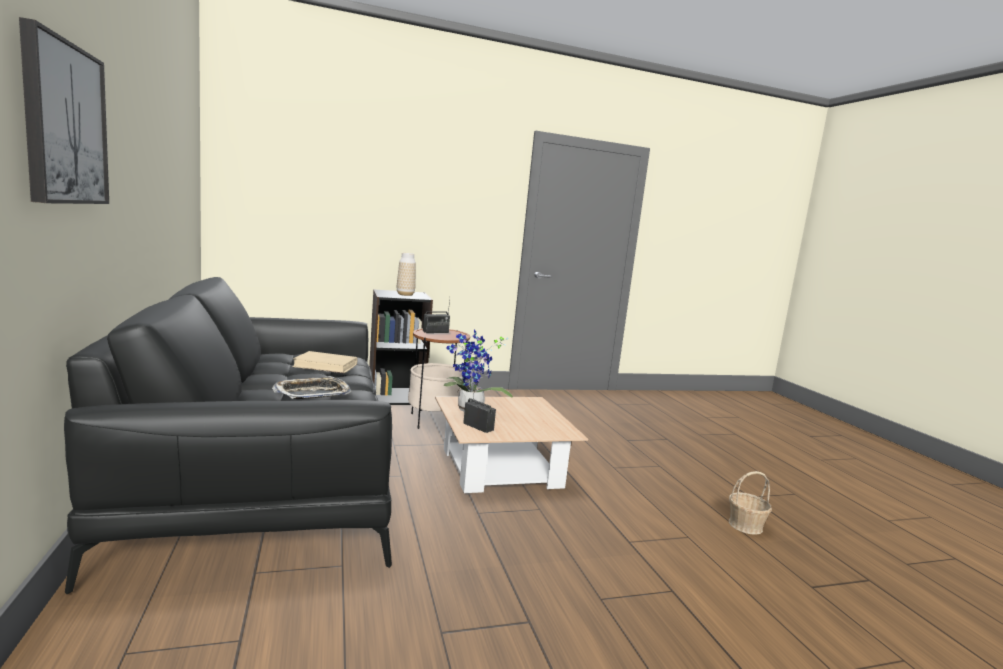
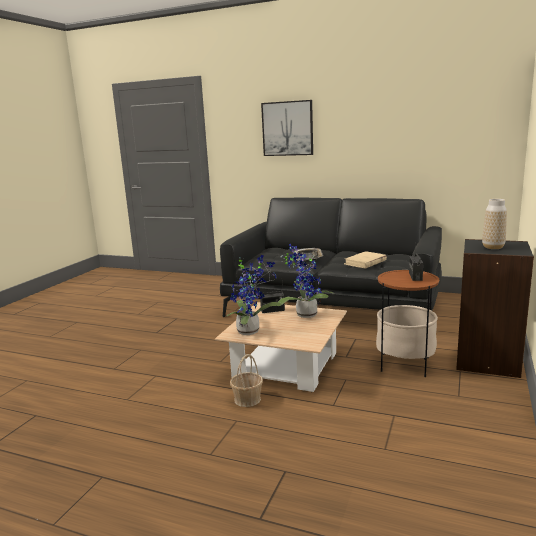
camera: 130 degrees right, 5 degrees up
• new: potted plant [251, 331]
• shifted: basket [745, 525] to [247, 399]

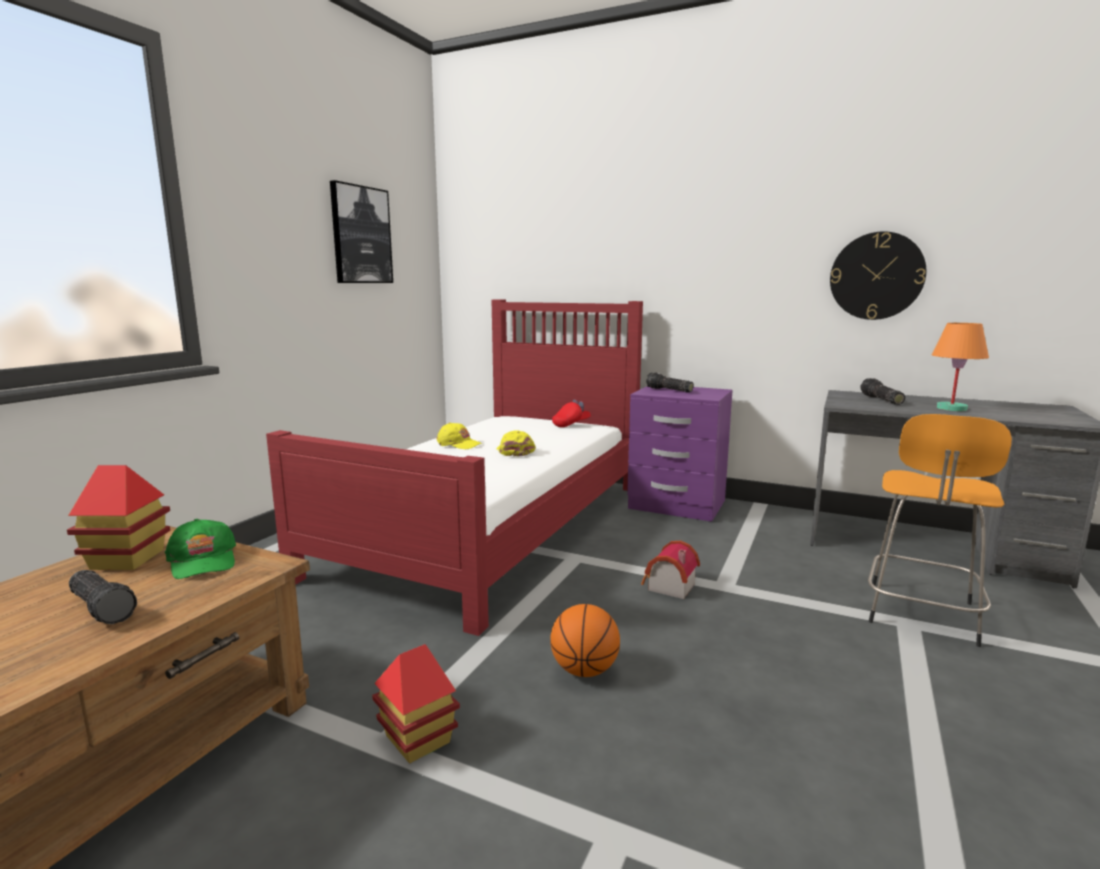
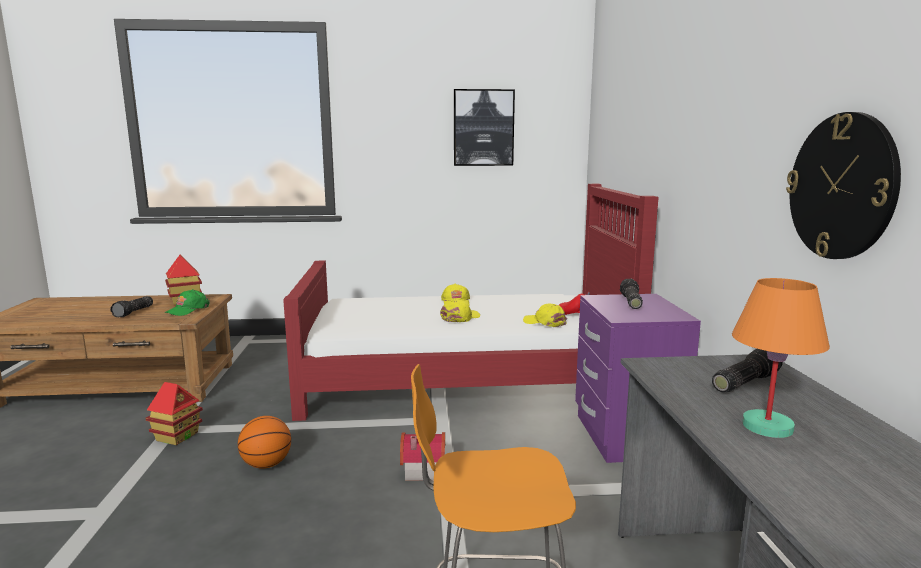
camera: 60 degrees right, 0 degrees up
• new: cap/yellowish [545, 322]

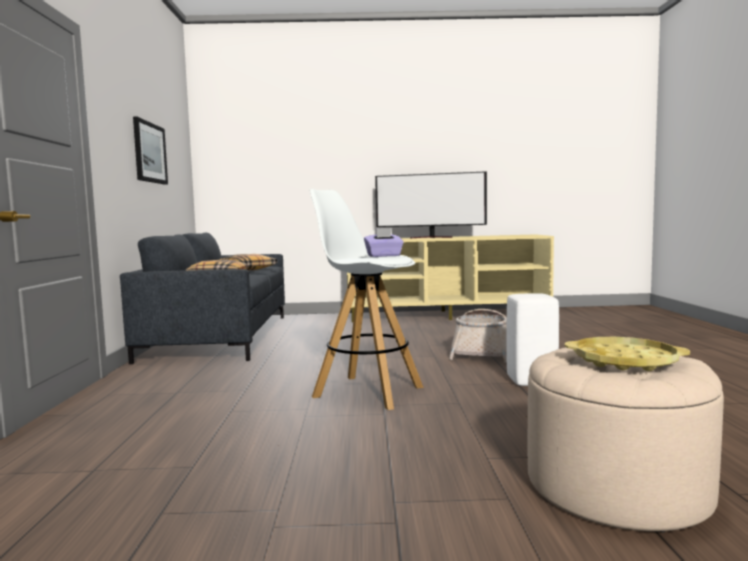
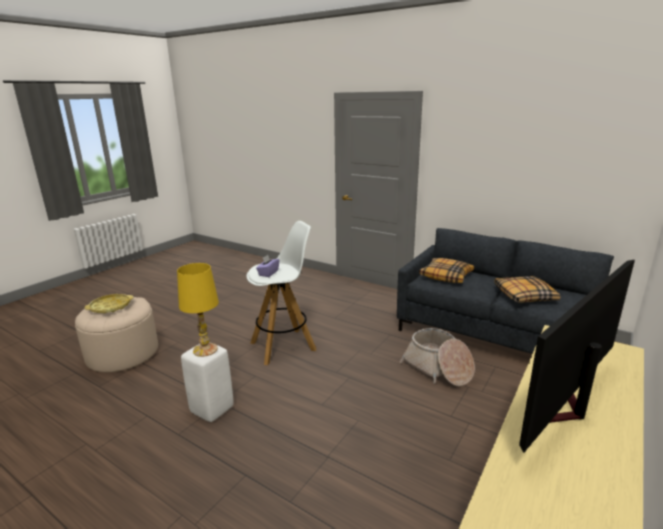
camera: 125 degrees right, 15 degrees up
• gone: picture [149, 152]
• new: table lamp/yellowish [205, 349]
• shifted: basket [482, 352] to [438, 368]

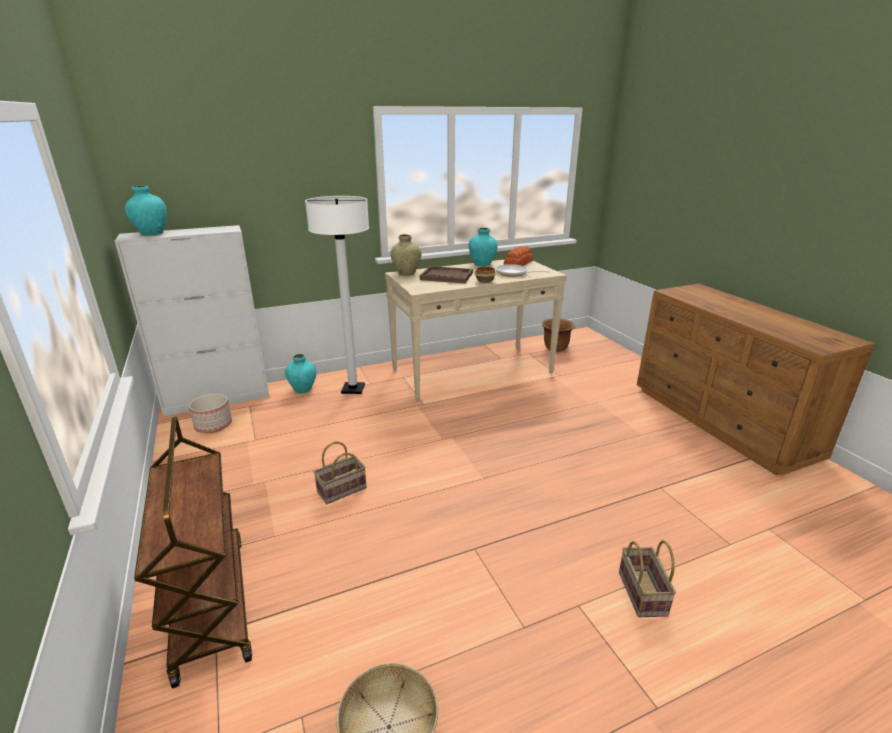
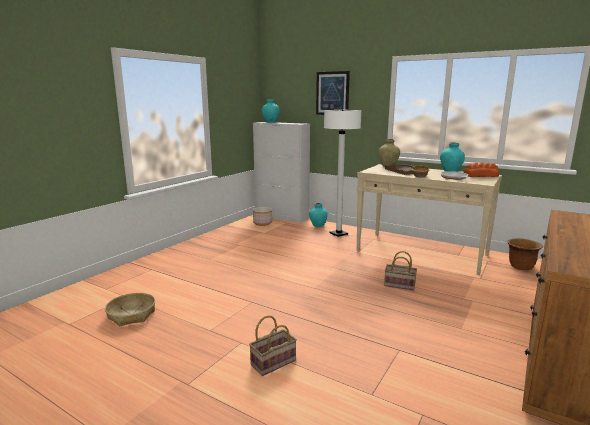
camera: 55 degrees right, 10 degrees down
• gone: wheeled cart/brownish [210, 604]
• new: picture [332, 93]
• shifted: basket [341, 491] to [398, 285]

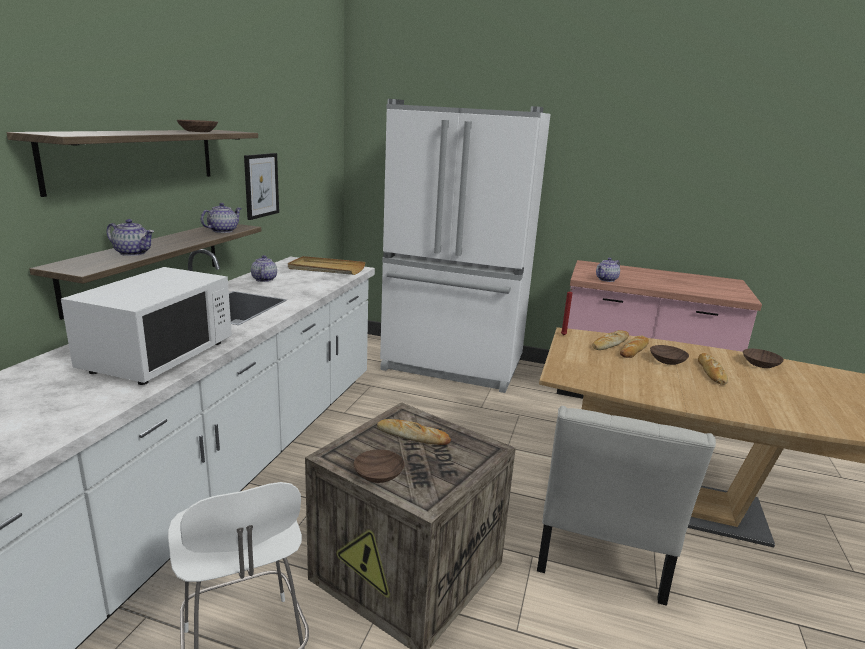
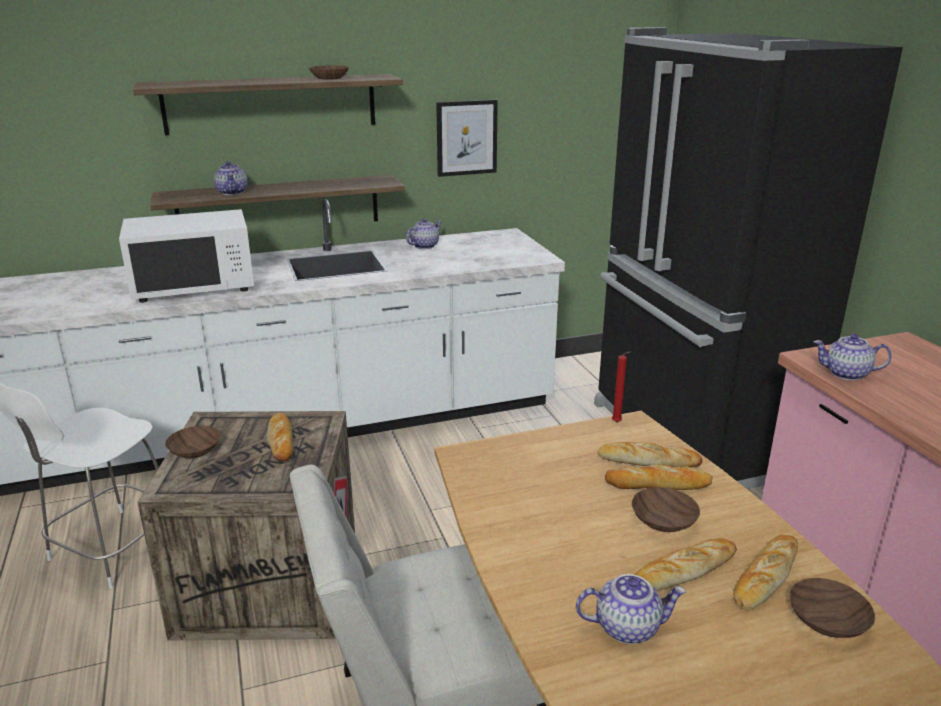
camera: 55 degrees right, 5 degrees up
• gone: serving tray/beige-coloured [326, 268]
• new: bread [765, 576]
• shifted: pot for tea [223, 231] to [627, 627]
• repainted: kitchen fridge/white-coloured [452, 366] to kitchen fridge/black [689, 439]

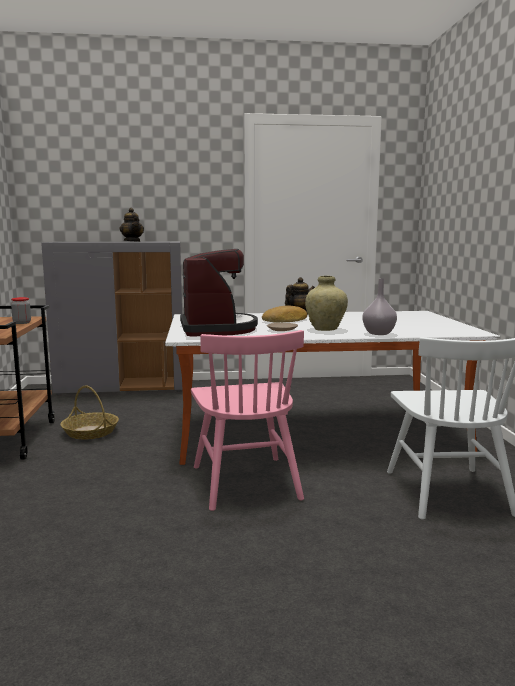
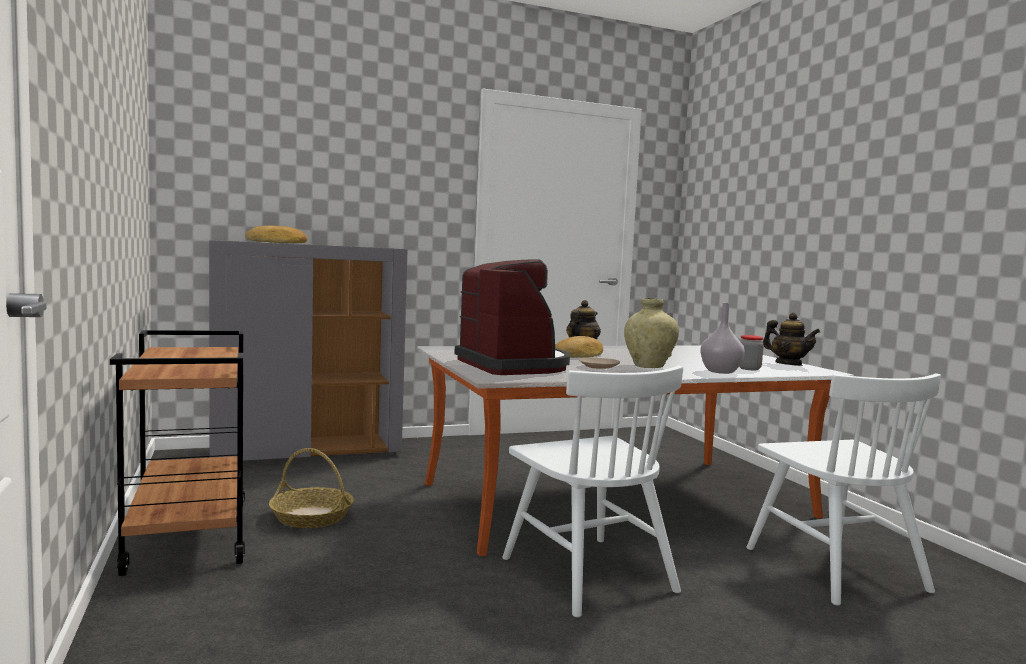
camera: 15 degrees left, 5 degrees down
• new: bread [277, 242]
• shifted: storage jar [22, 323] to [749, 369]
• shifted: pot for tea [132, 241] to [788, 364]
• repainted: upright chair/pink-coloured [245, 482] to upright chair/white-coloured [587, 574]

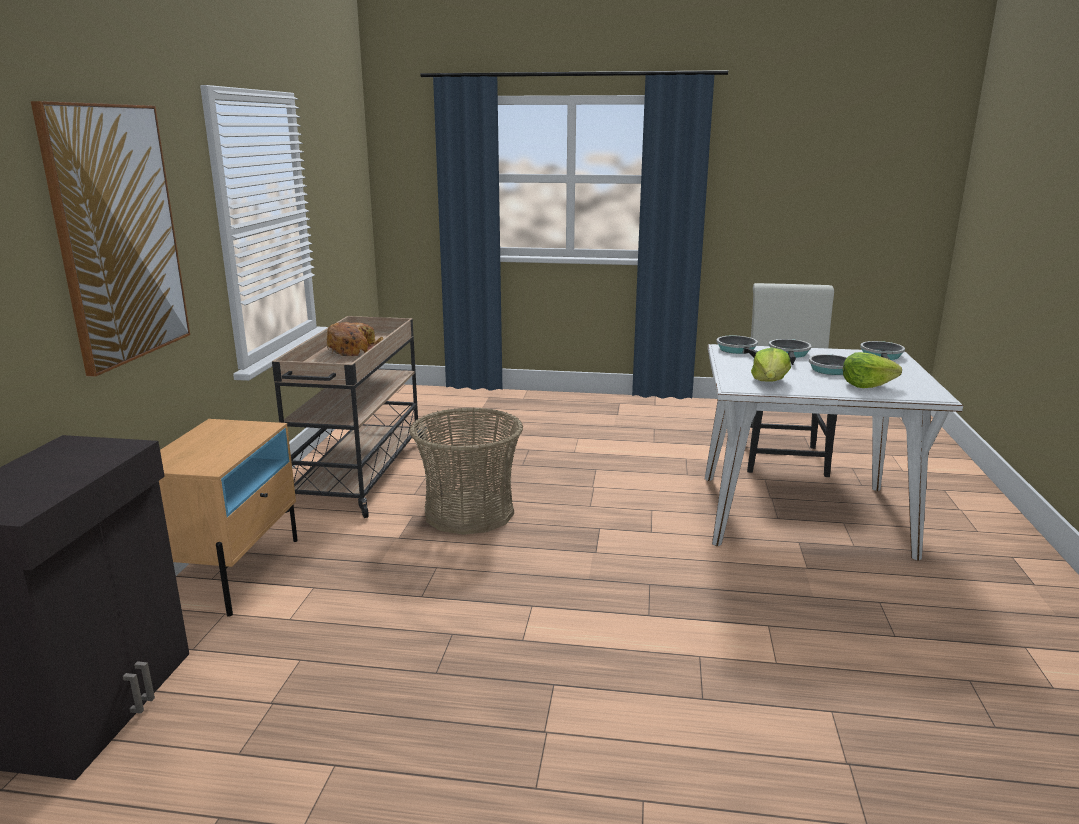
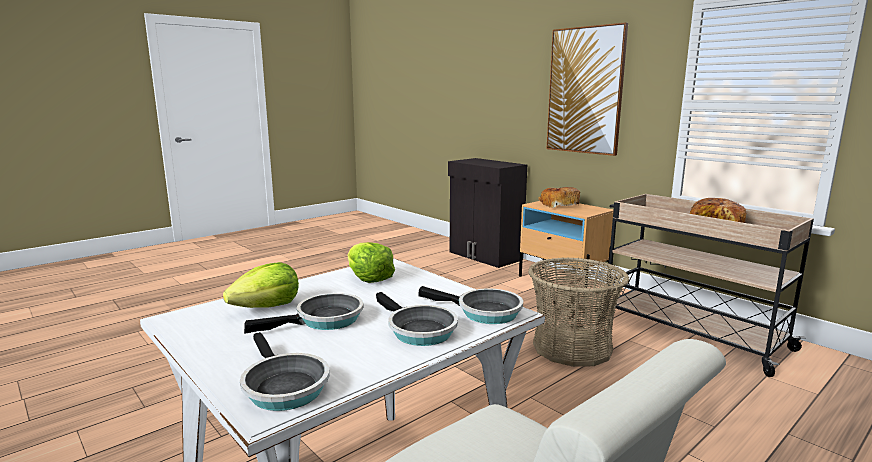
camera: 130 degrees right, 5 degrees down
• new: bread [558, 205]

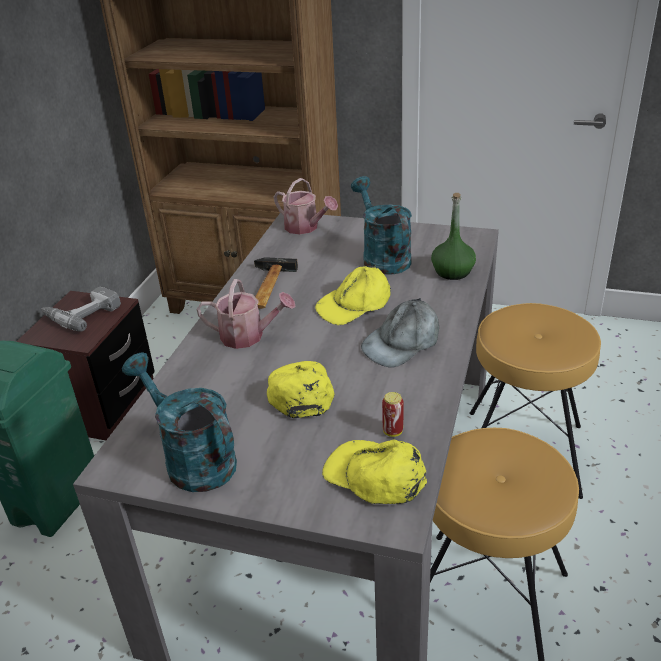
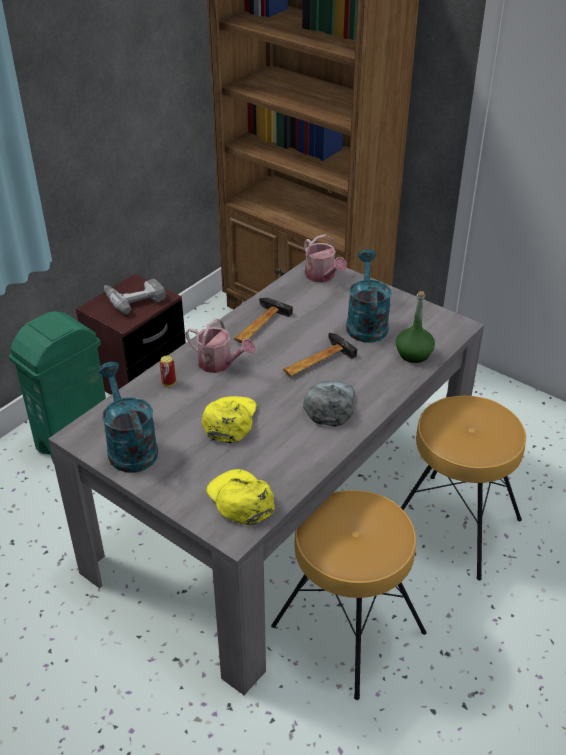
camera: 20 degrees right, 5 degrees up
• shifted: metal can [393, 431] to [168, 383]
• swapped: cap/yellowish [354, 304] to hand hammer [315, 360]
• rotated: cap/greyish [402, 342] = [329, 404] 120 degrees clockwise

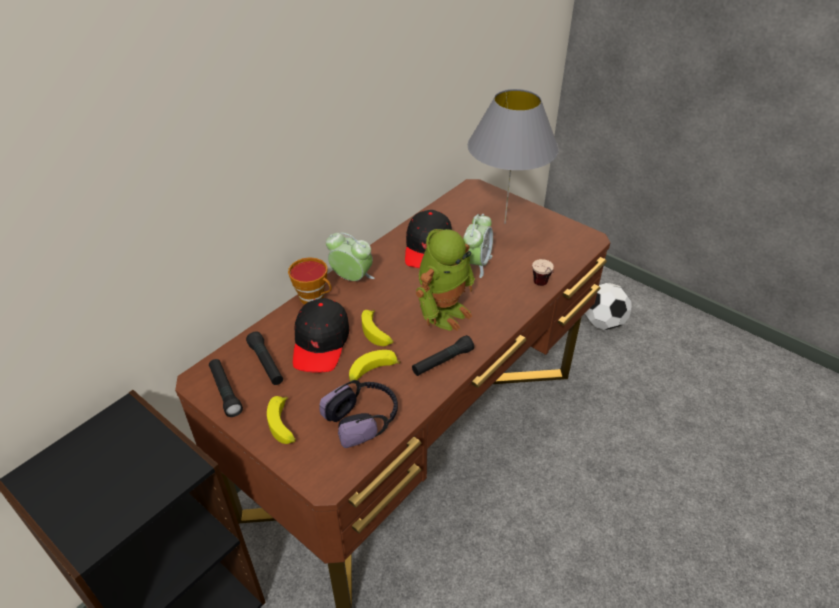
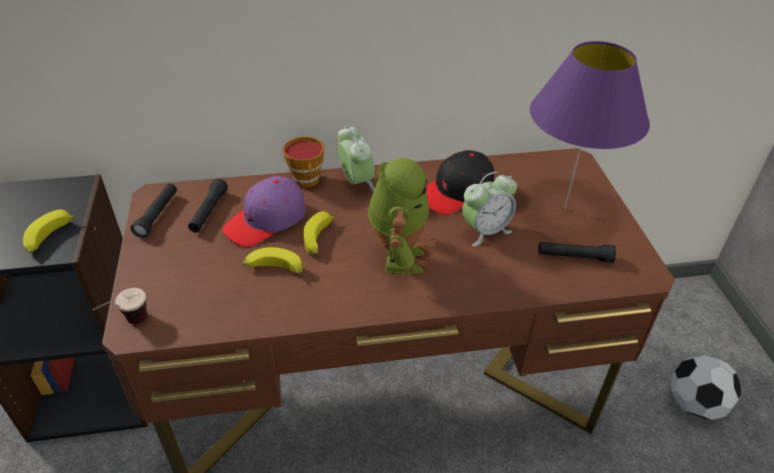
camera: 40 degrees right, 0 degrees up
• gone: headphones [363, 419]
• shifted: whole banana [284, 425] to [49, 238]
• shifted: flashlight/black [442, 361] to [574, 257]
• shifted: drinking cup [542, 287] to [128, 325]
• repainted: cap/black [321, 343] to cap/purple [266, 220]
• repainted: table lamp/greyish [505, 224] to table lamp/purple [564, 209]
• rotated: model robot [444, 312] = [398, 256] 75 degrees counterclockwise

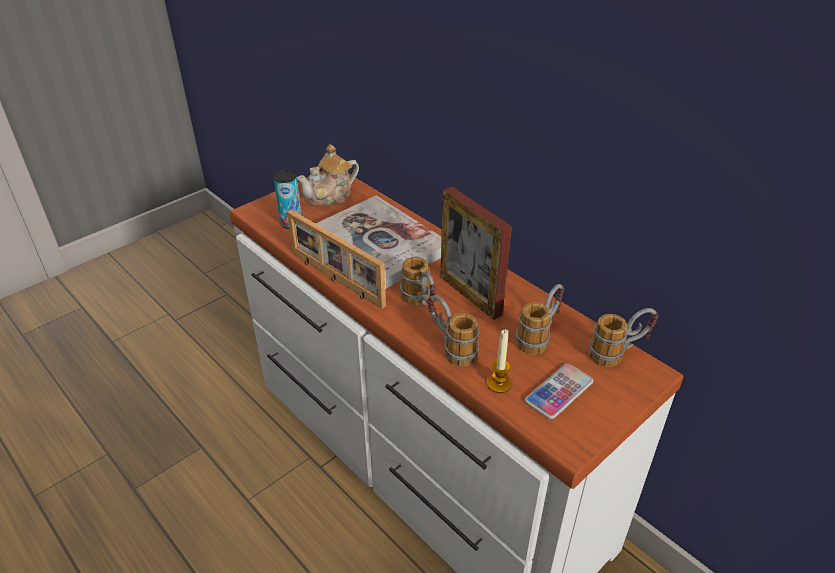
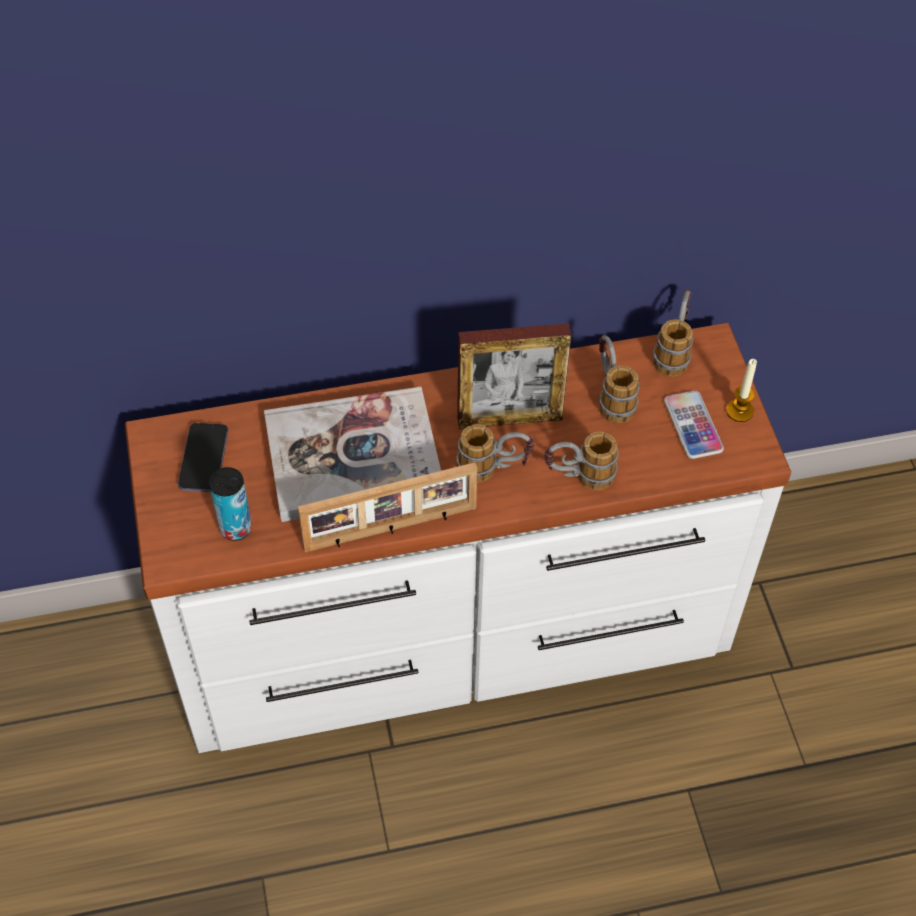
camera: 60 degrees left, 15 degrees up
• shifted: wax candle [499, 384] to [739, 411]
• swapped: pot for tea [330, 196] to telephone [204, 459]

